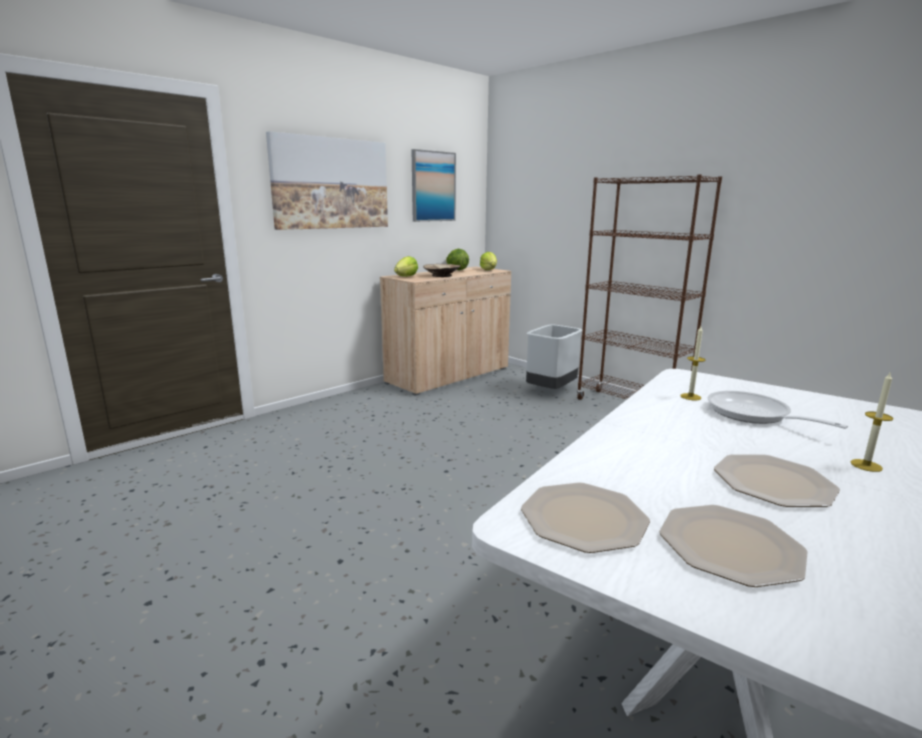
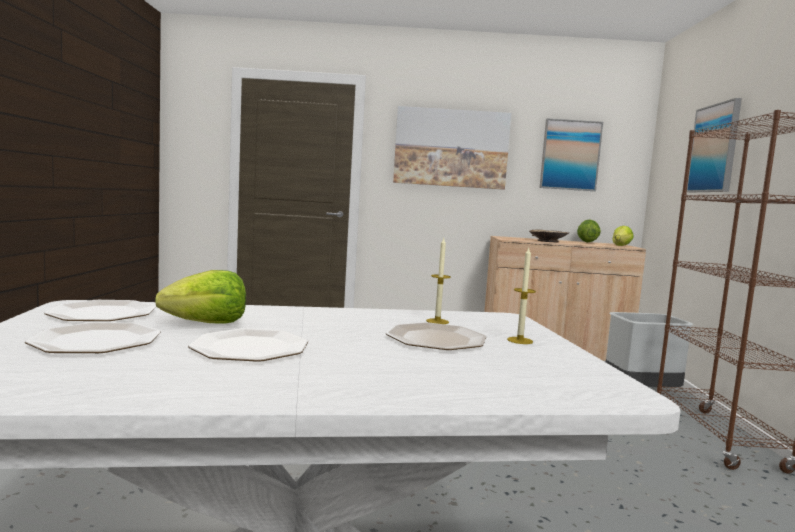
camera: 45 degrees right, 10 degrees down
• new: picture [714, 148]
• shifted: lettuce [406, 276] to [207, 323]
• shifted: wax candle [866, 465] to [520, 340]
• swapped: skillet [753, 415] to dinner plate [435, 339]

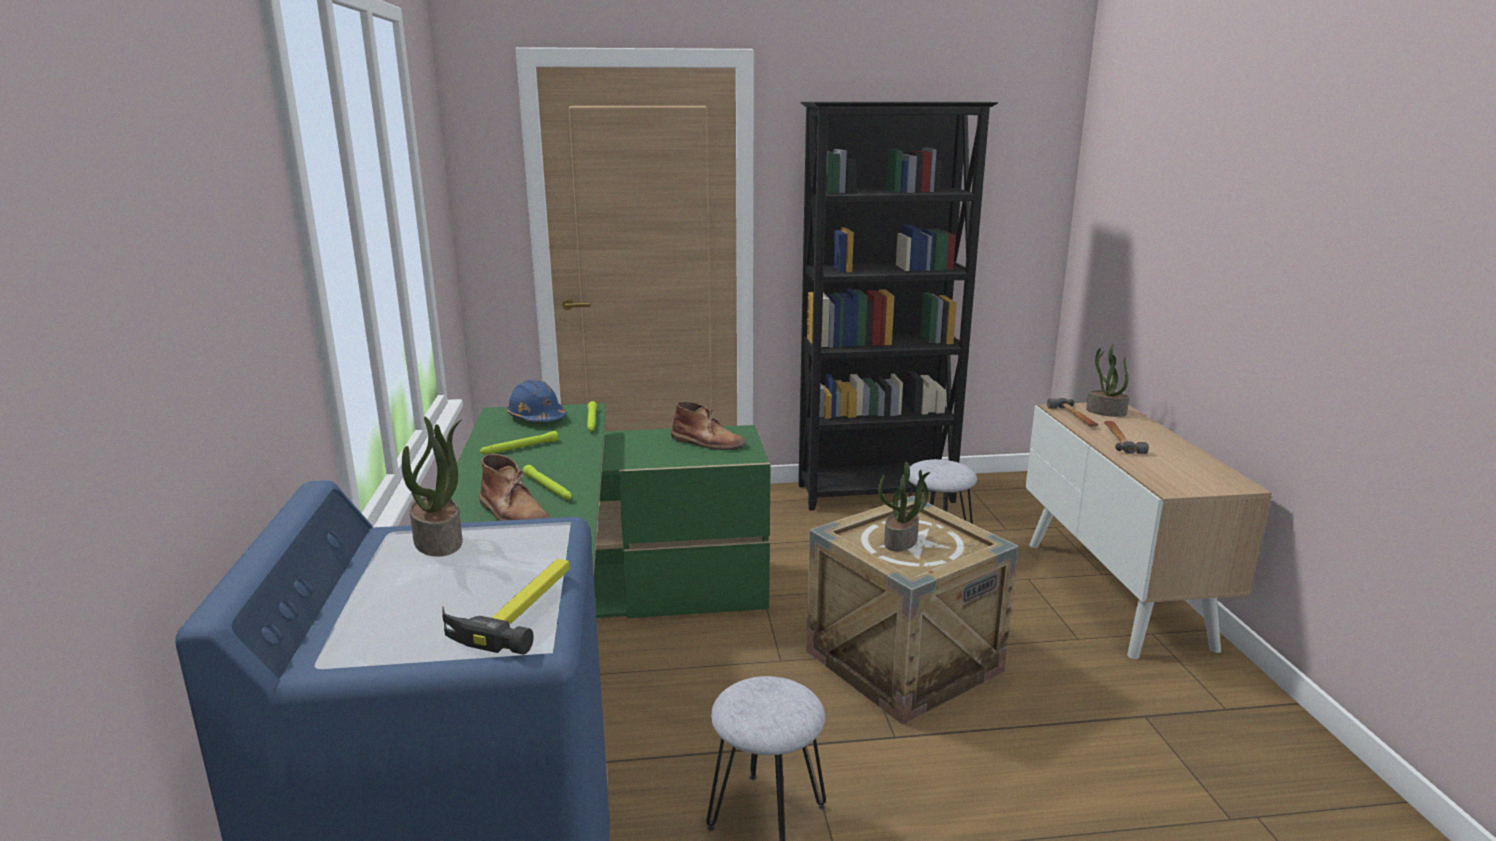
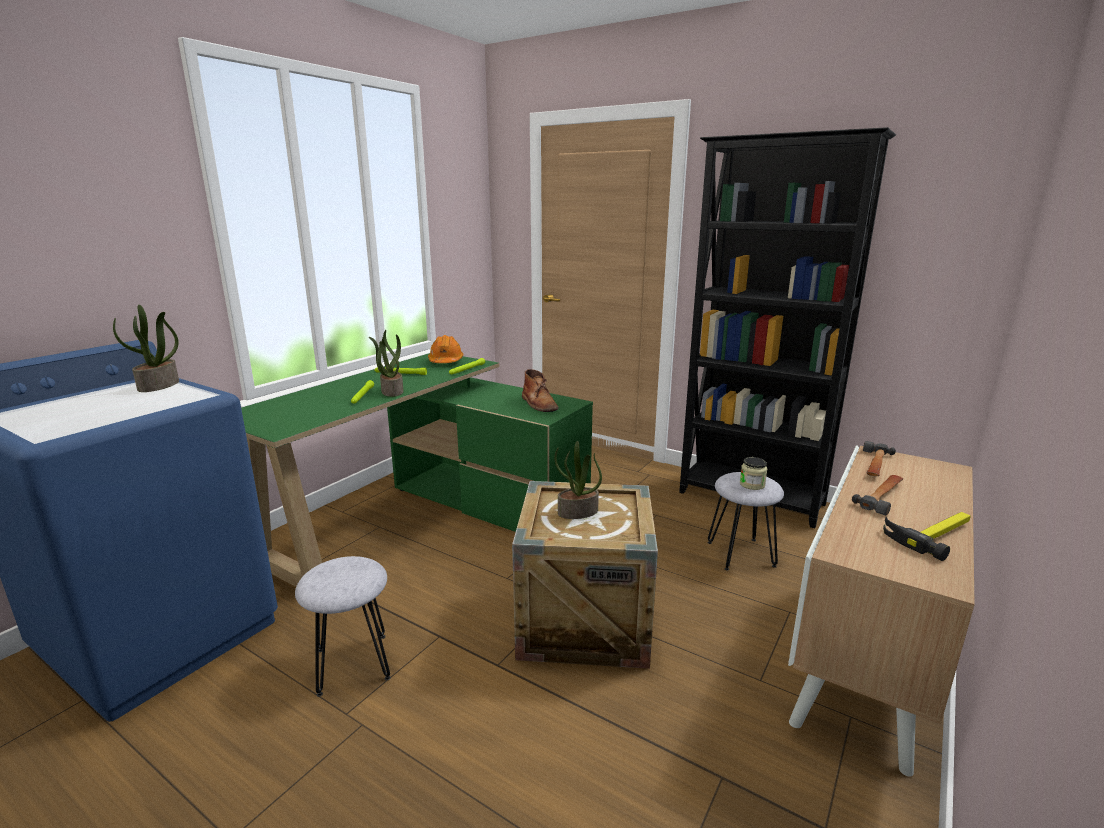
camera: 40 degrees right, 0 degrees up
• gone: high-top boot/brownish [514, 513]
• new: storage jar [752, 484]
• shifted: hand hammer [519, 608] to [933, 533]
• shifted: potted plant [1105, 412] to [391, 391]
• repainted: hard hat/bluish [536, 418] to hard hat/orange-coloured [446, 361]

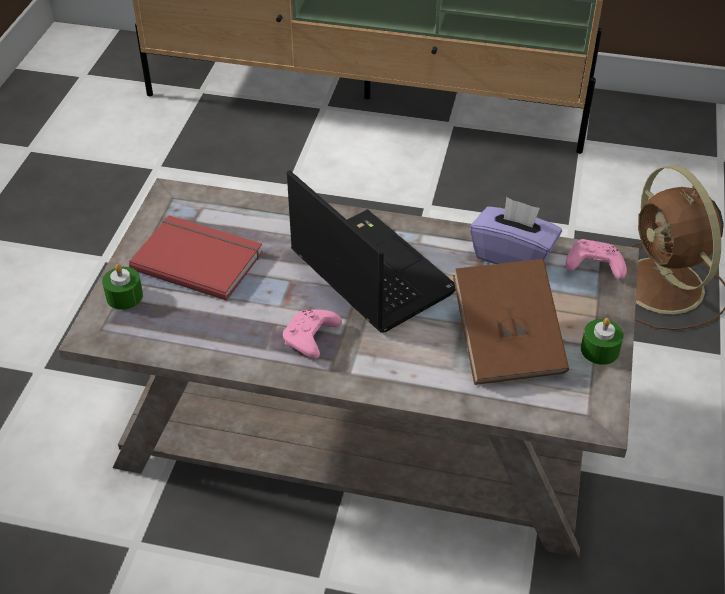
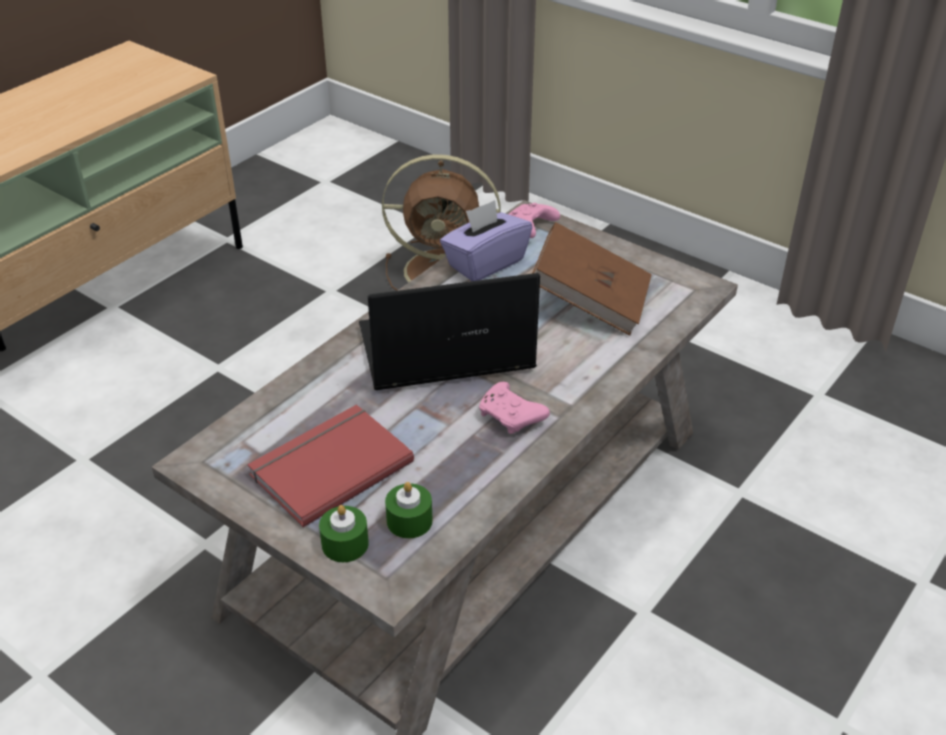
camera: 65 degrees left, 5 degrees down
• shifted: wax candle/green [599, 350] to [409, 521]

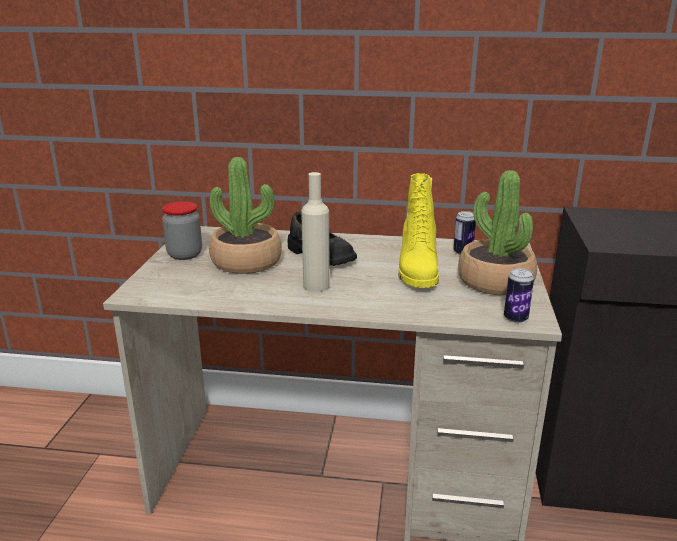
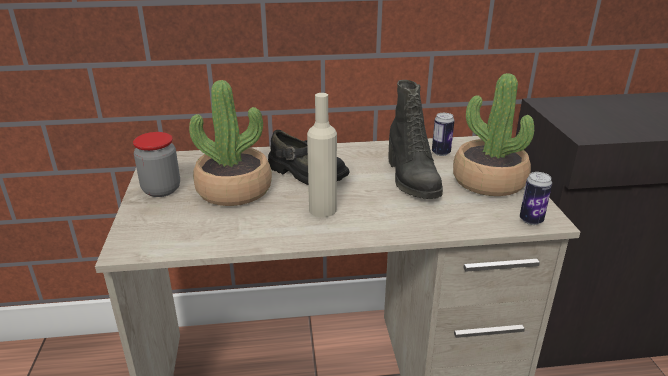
camera: 15 degrees left, 5 degrees up
• repainted: high-top boot/yellowish [416, 271] to high-top boot/black [410, 179]

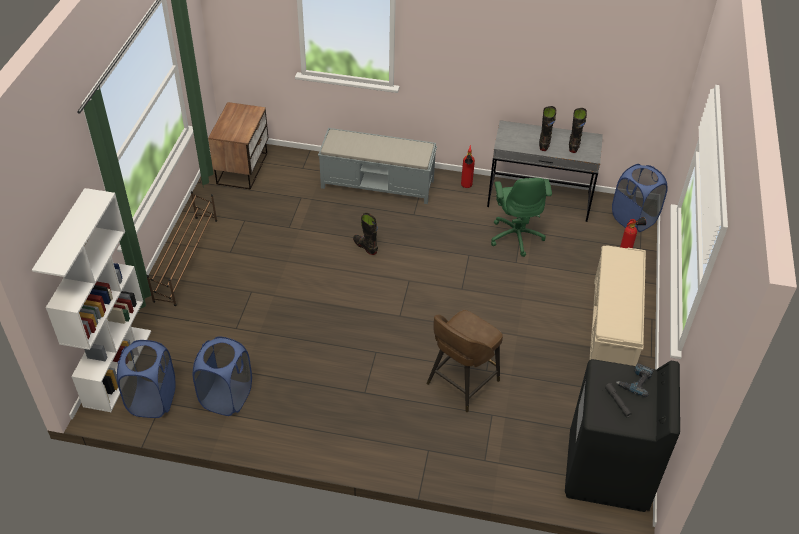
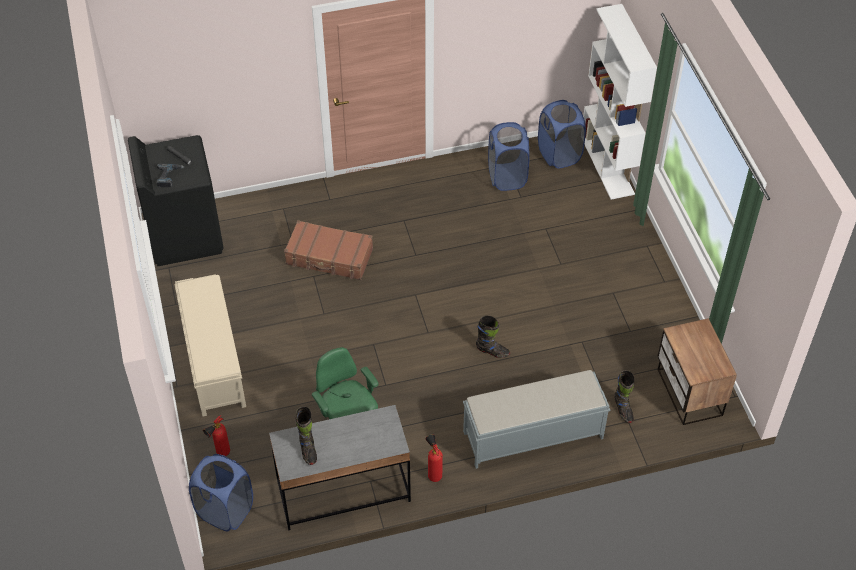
camera: 155 degrees right, 5 degrees up
• gone: shoe stand/brownish [186, 259]
• shifted: high-top boot/black [544, 142] to [623, 410]
• swapped: stool seat/brownish [461, 383] to suitcase/brownish [329, 257]

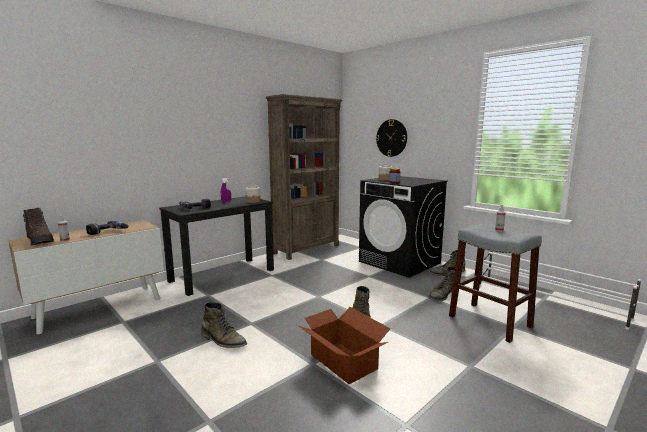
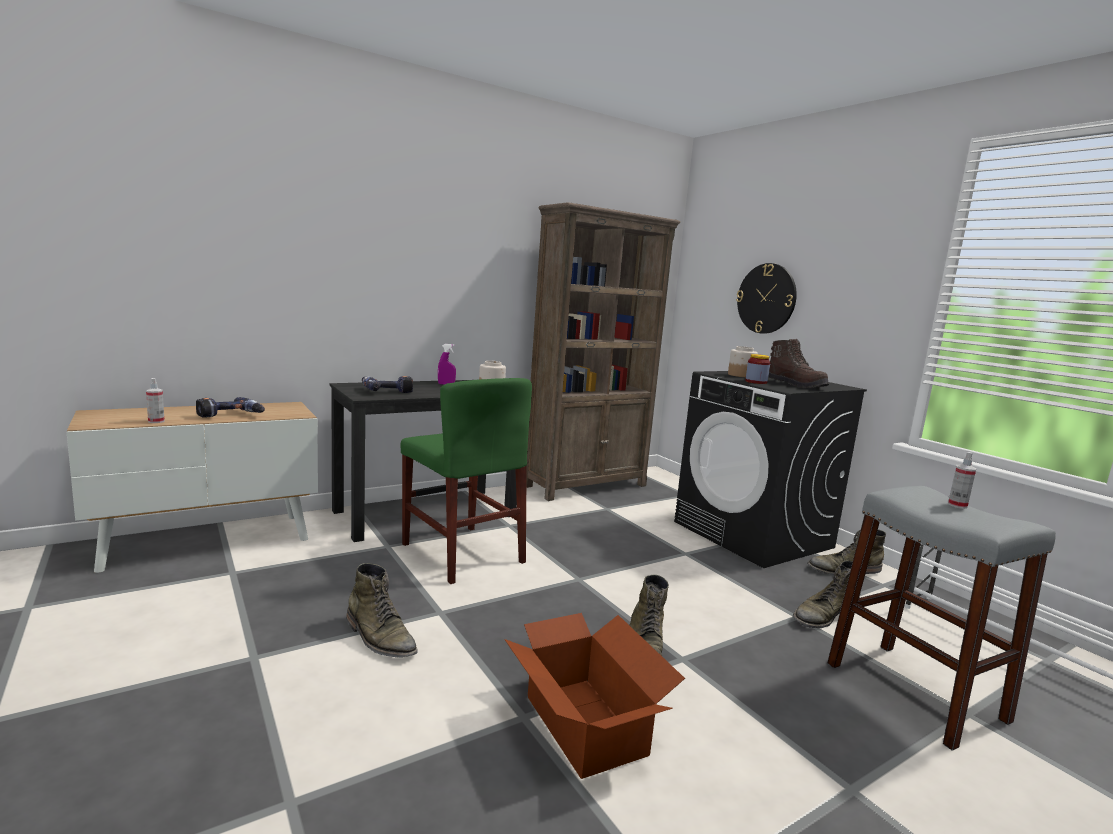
camera: 10 degrees right, 0 degrees up
• new: upright chair/green [462, 553]
• shifted: high-top boot/brownish [40, 241] to [796, 385]

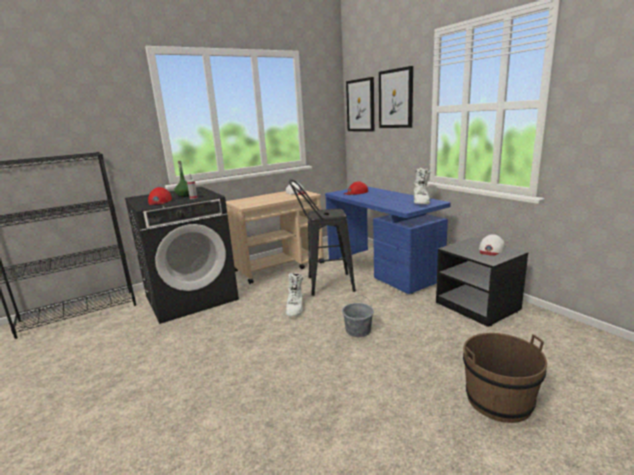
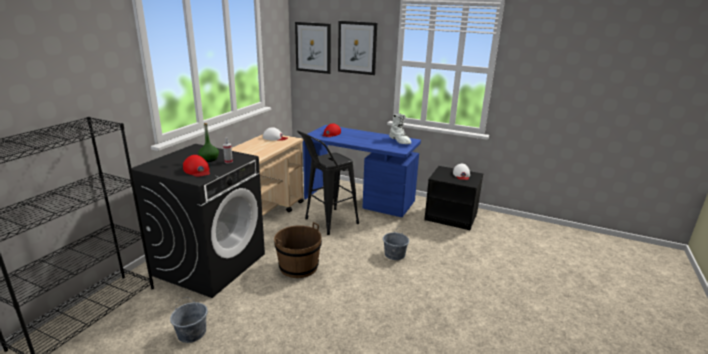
camera: 35 degrees left, 5 degrees up
• gone: high-top boot/white-coloured [295, 308]
• new: pail/greyish [191, 333]
• shifted: pail/brownish [499, 400] to [298, 267]

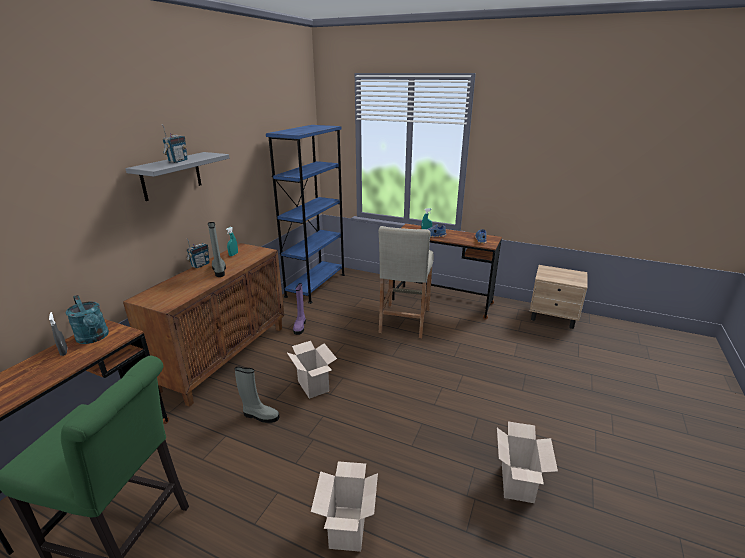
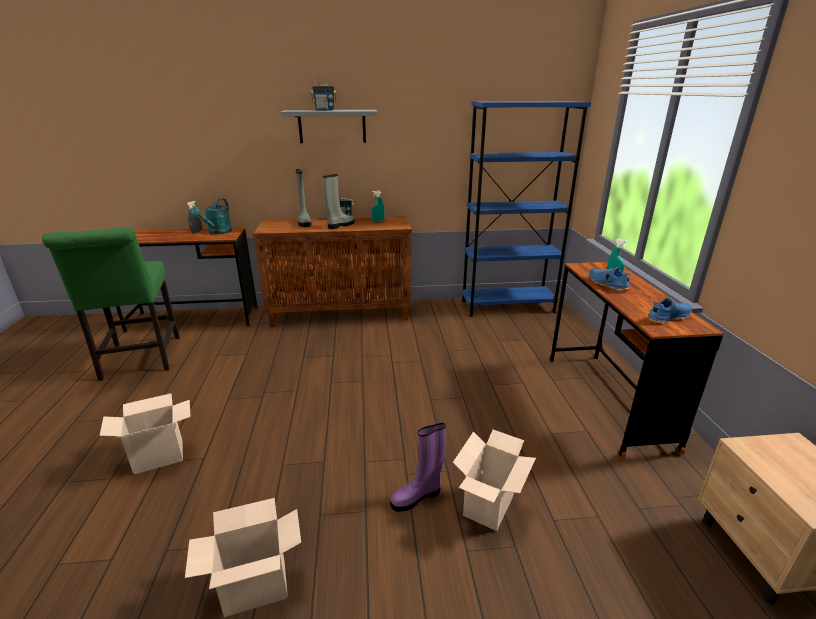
camera: 60 degrees right, 0 degrees up
• gone: stool seat/beige-coloured [404, 320]
• shifted: high-top boot/greyish [260, 416] to [304, 222]
• shifted: cardboard box [314, 386] to [489, 507]
• shifted: high-top boot/purple [300, 326] to [417, 496]

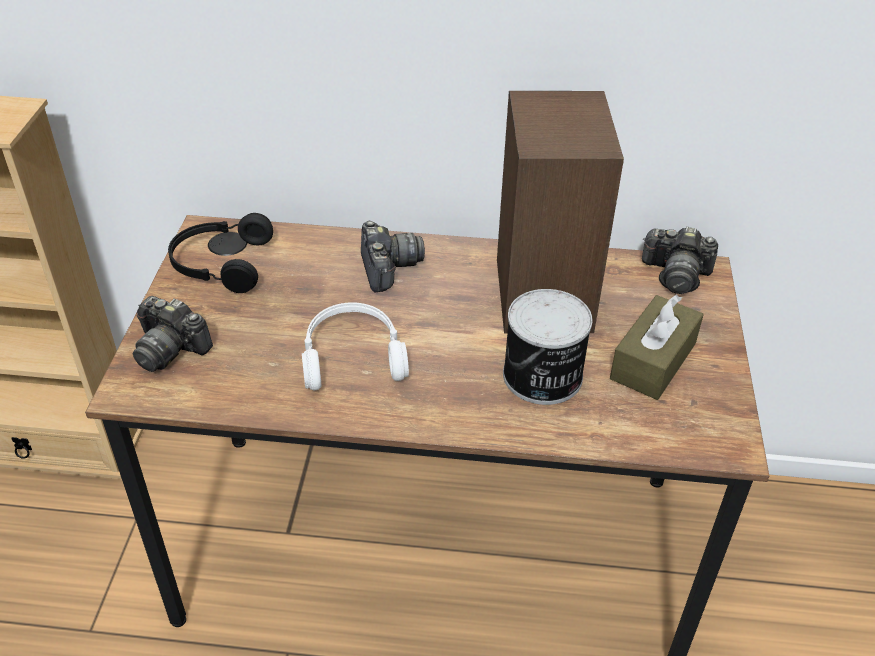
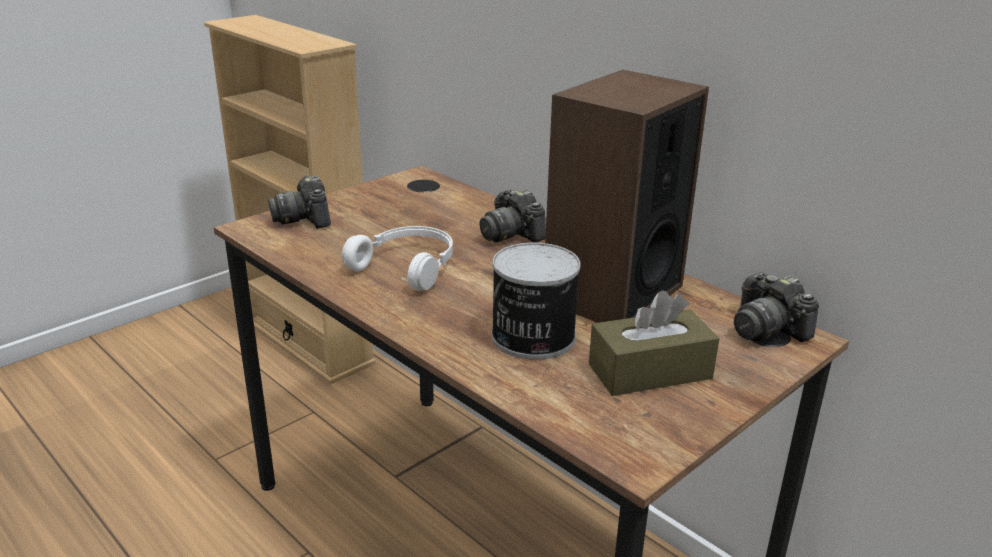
camera: 40 degrees right, 15 degrees down
• gone: headphones/black [220, 264]
• rotated: still camera [388, 268] = [511, 234] 120 degrees clockwise

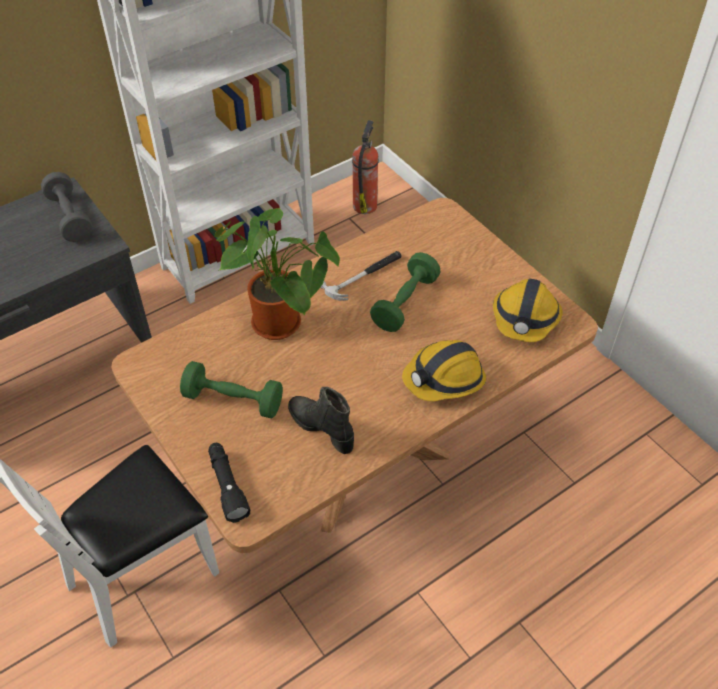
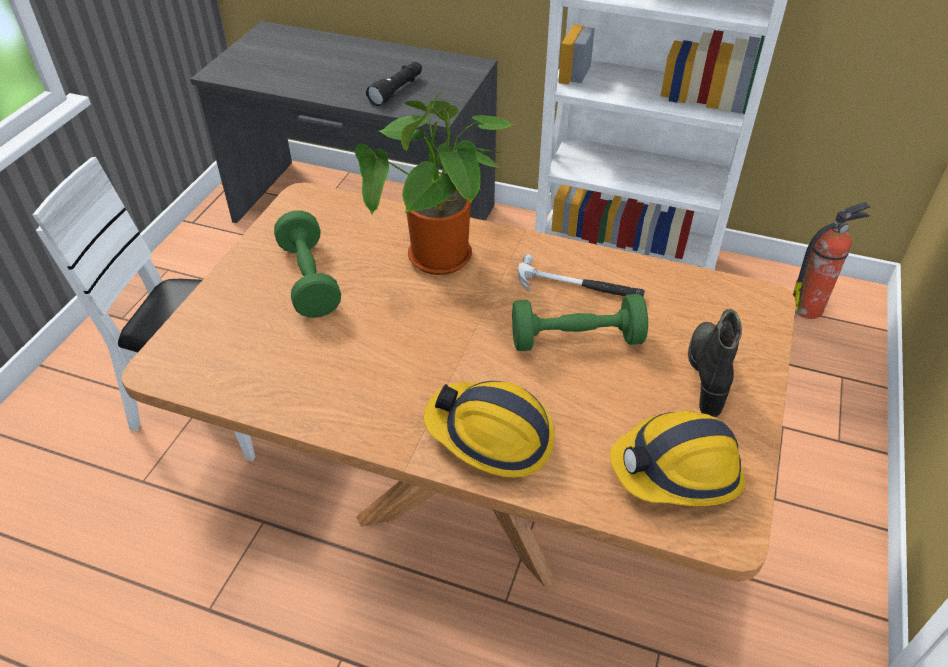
camera: 55 degrees right, 5 degrees down
• gone: free weight/greyish [70, 217]
• shifted: flashlight/black [227, 486] to [397, 90]
• shifted: high-top boot/black [322, 428] to [708, 375]

